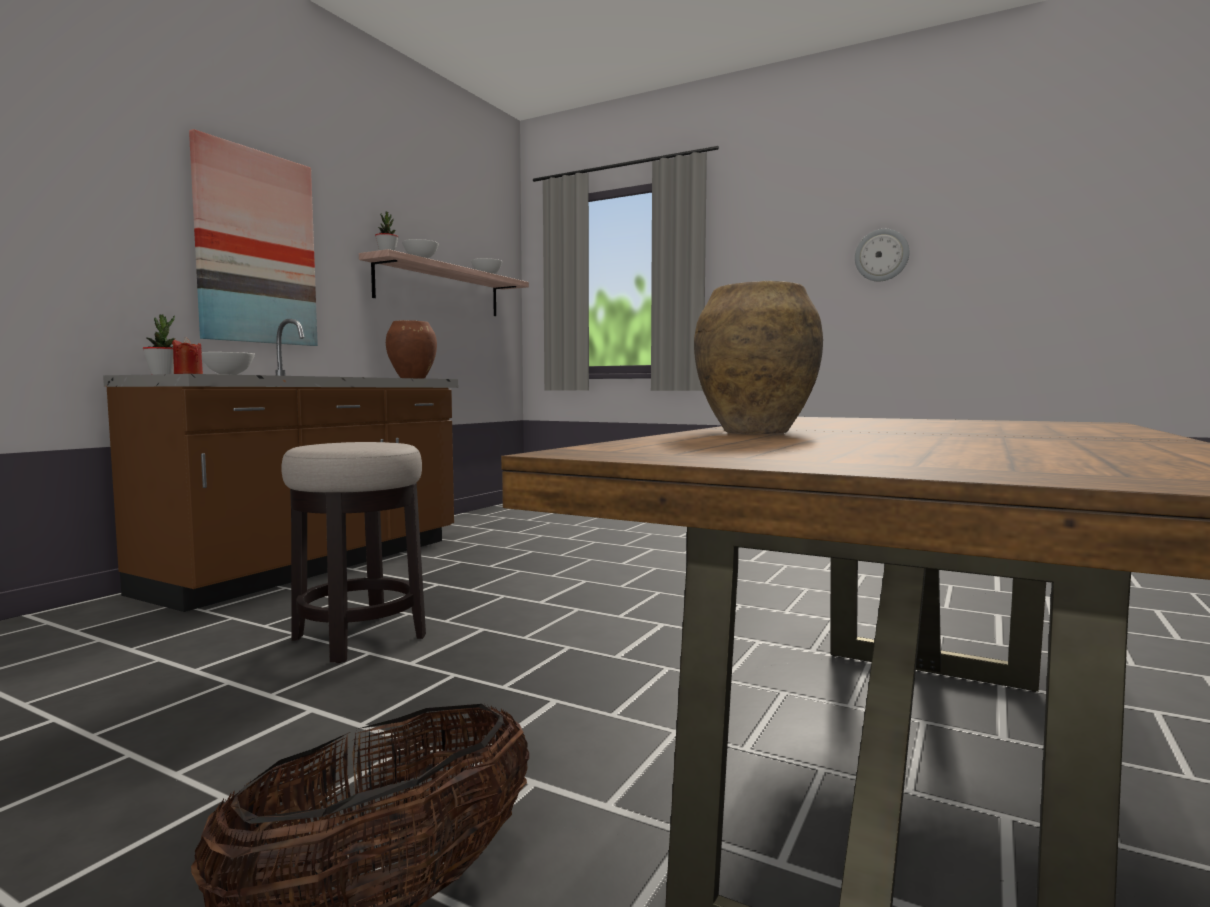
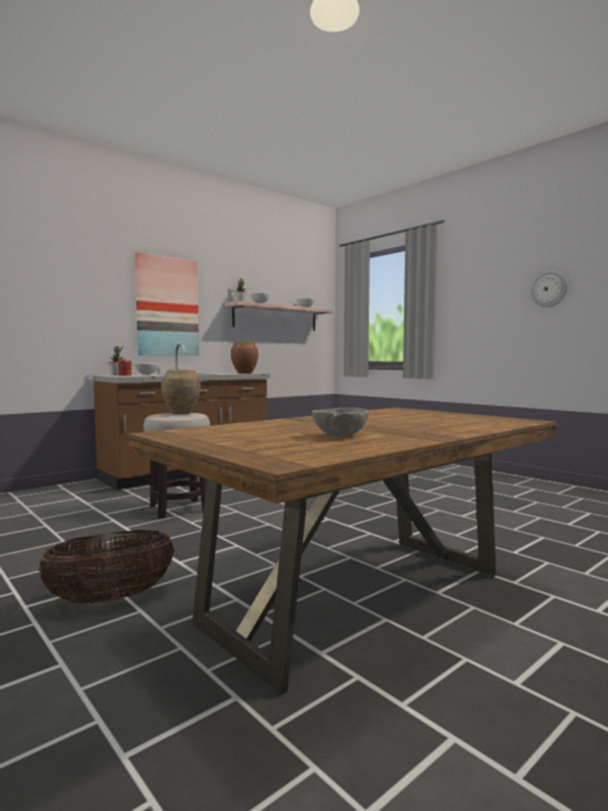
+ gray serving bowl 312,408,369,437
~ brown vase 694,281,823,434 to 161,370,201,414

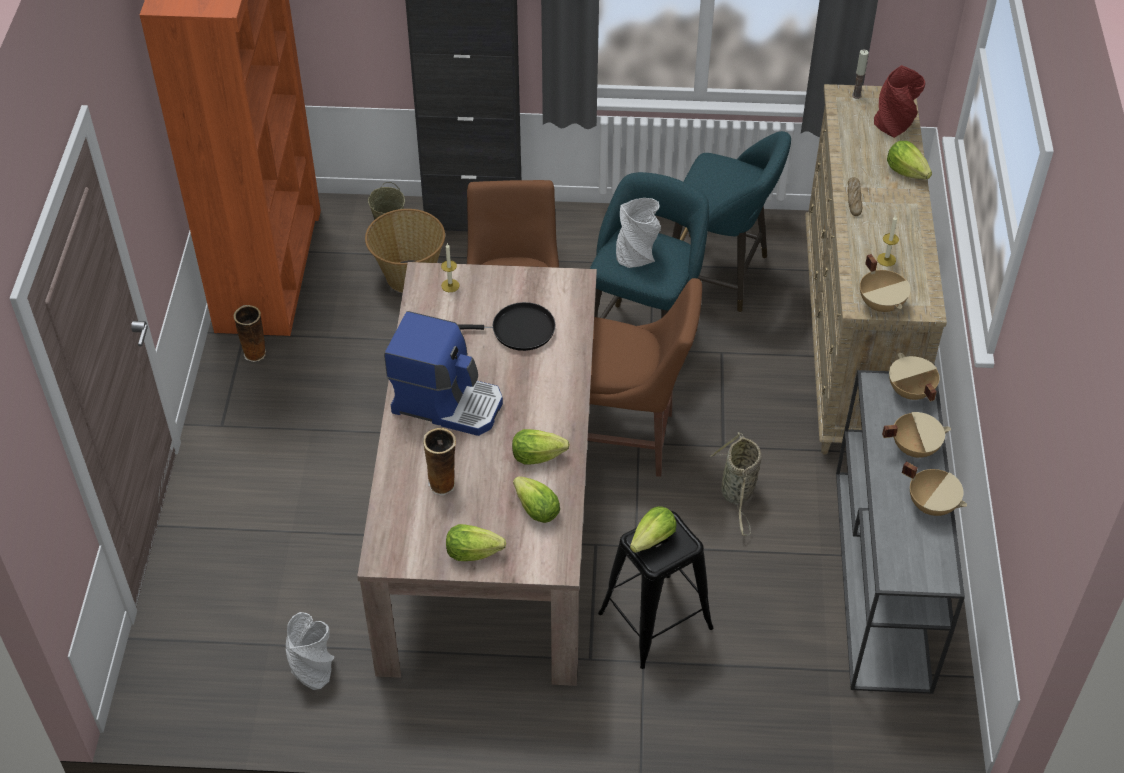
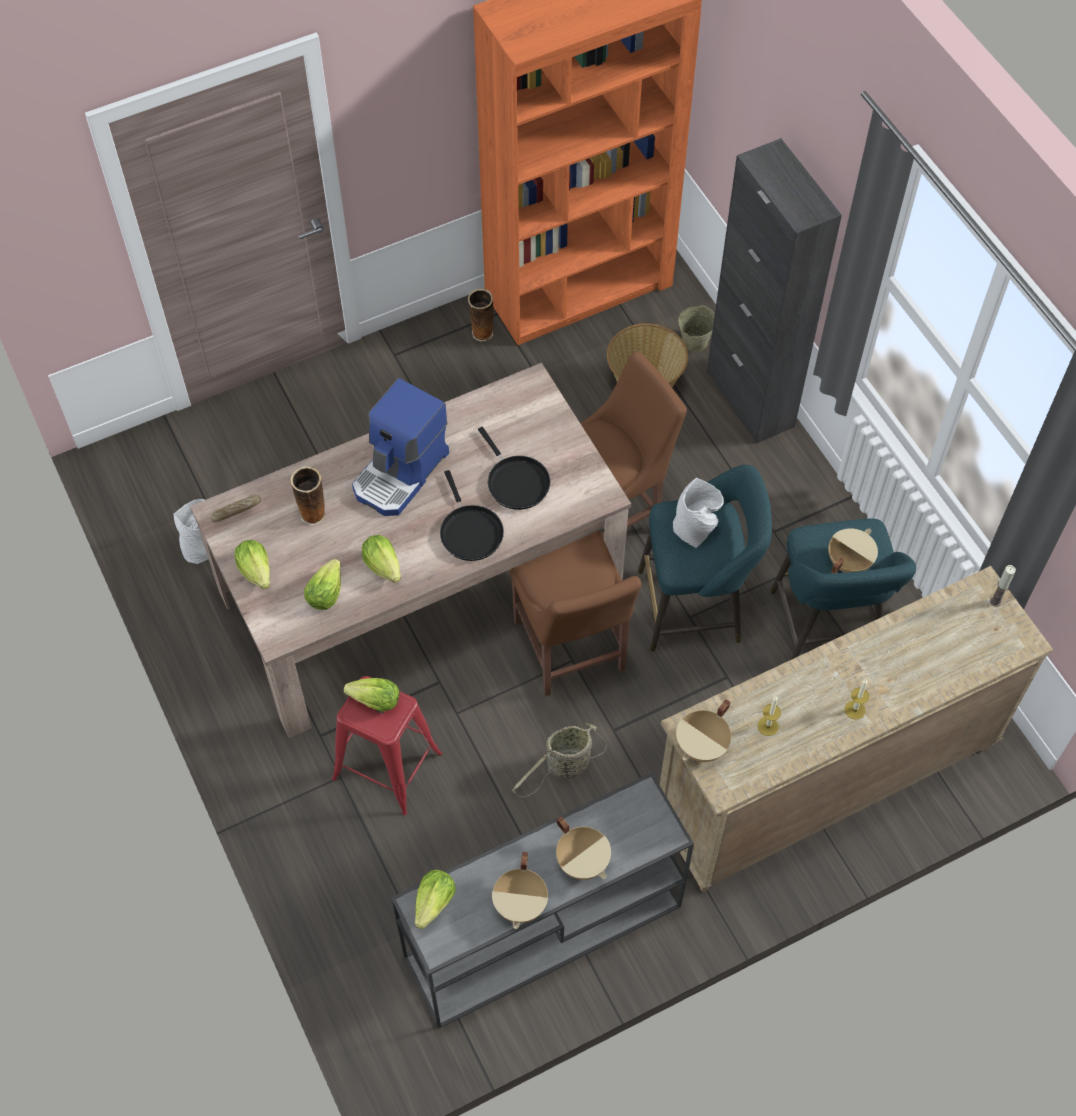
- red vase 874,65,925,138
+ black frying pan 440,470,504,561
~ wax light 441,244,459,292 to 844,679,869,719
~ bread 848,177,862,216 to 211,494,261,522
~ lettuce 887,141,932,179 to 415,870,456,929
~ sand-coloured cooking pot 889,353,940,402 to 828,528,878,573
~ black stool seat 598,511,713,669 to red stool seat 332,676,442,815
~ coffee brewer 384,311,503,436 = 352,378,449,516 45 degrees clockwise

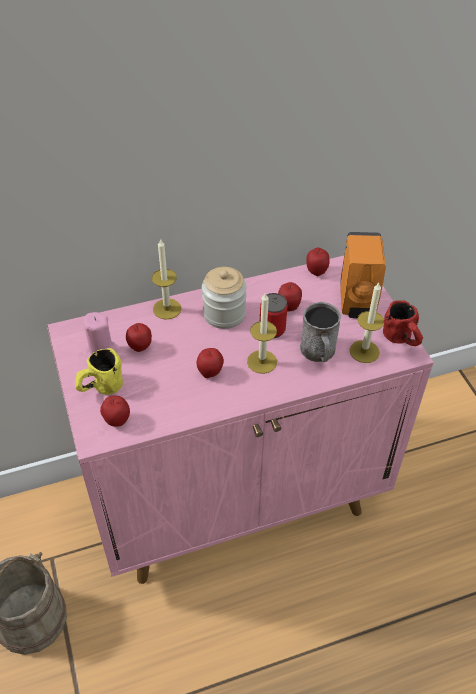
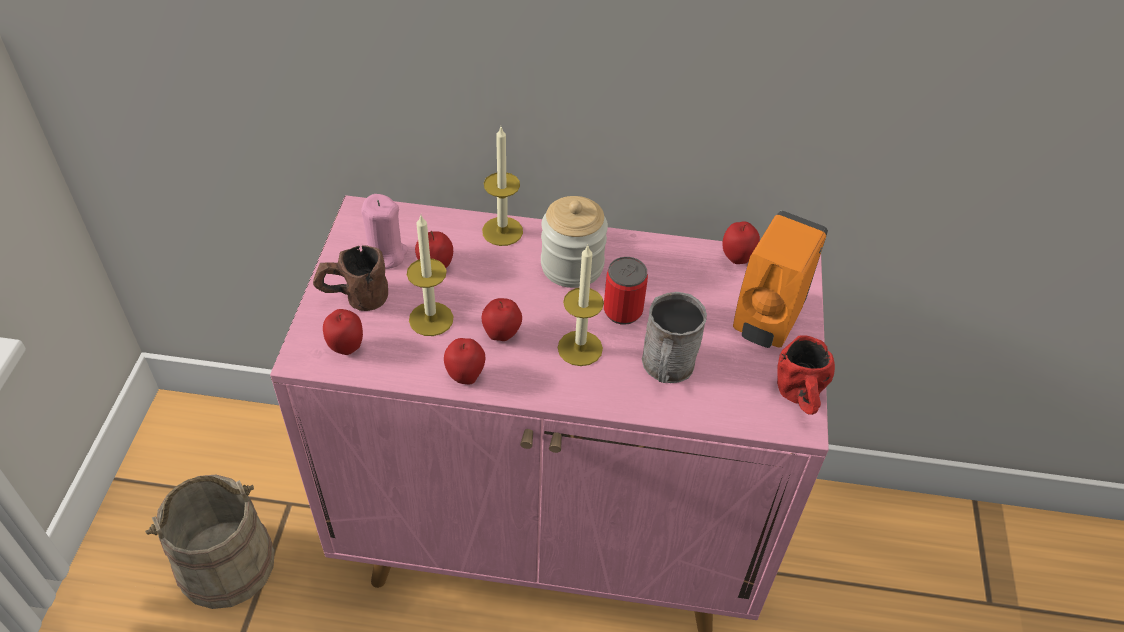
~ apple 278,282,302,312 to 444,338,485,384
~ wax light 350,282,384,363 to 407,215,453,336
~ yellowish mug 75,348,123,395 to brown mug 313,245,388,311

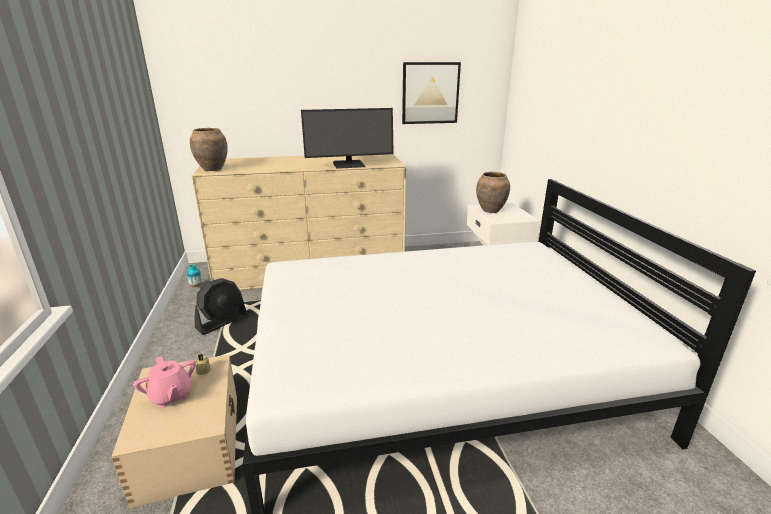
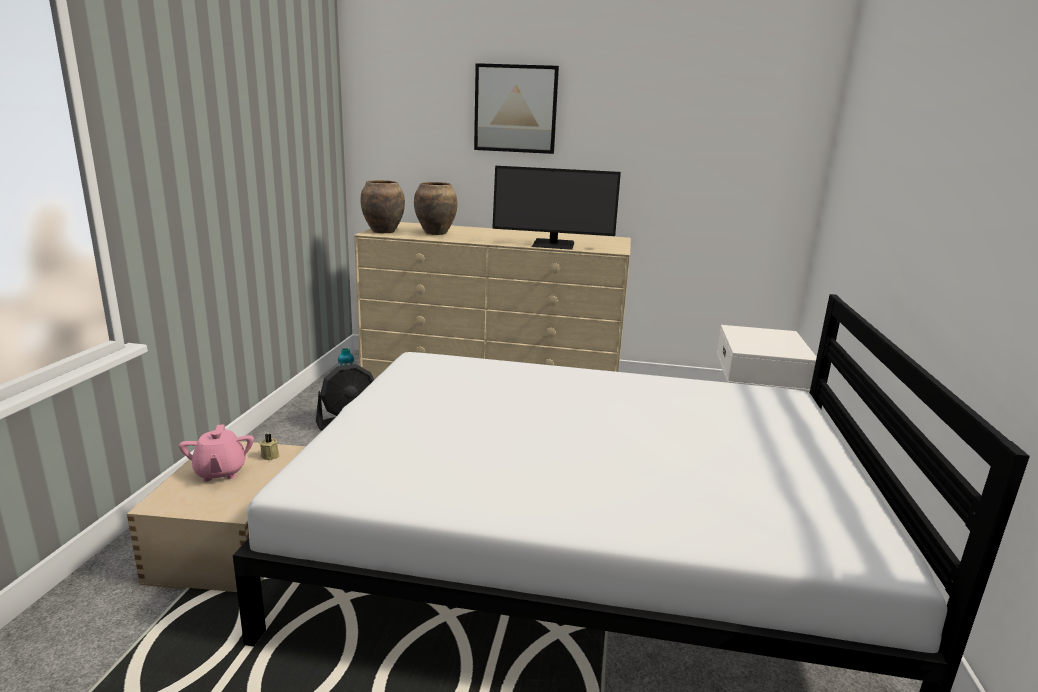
~ wall picture 402,62,461,124 to 474,63,559,154
~ brown vase 476,172,510,213 to 414,182,457,235

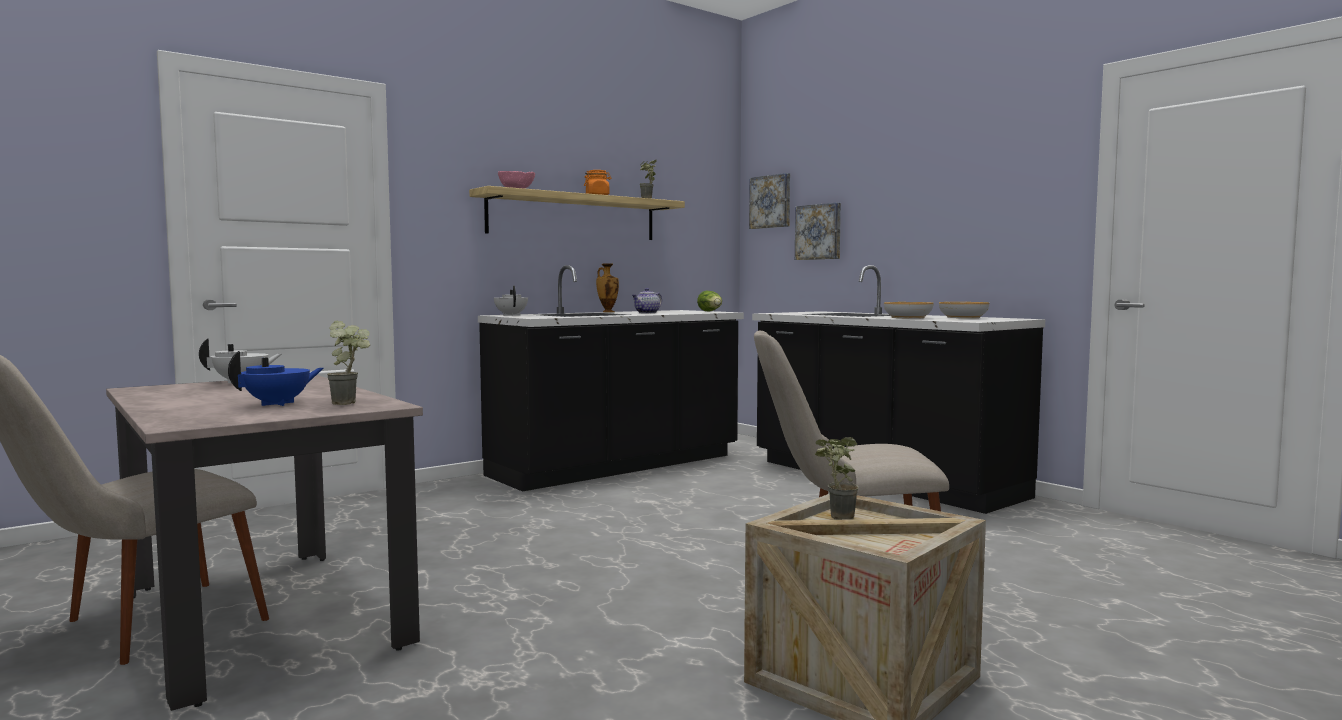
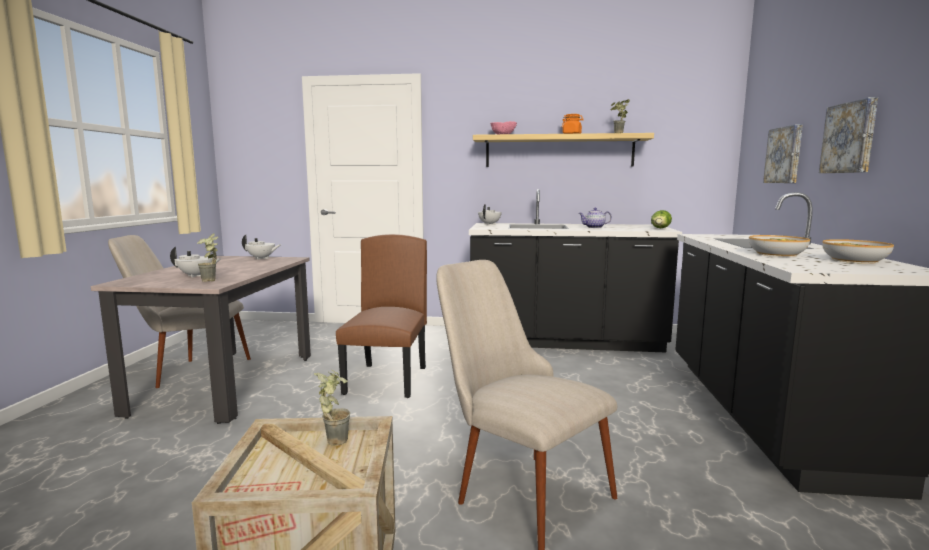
- vase 596,264,619,312
+ brown chair 336,234,427,398
~ wall picture 749,173,790,229 to 819,97,878,173
~ bluish pot for tea 228,351,323,406 to whitish pot for tea 170,247,222,278

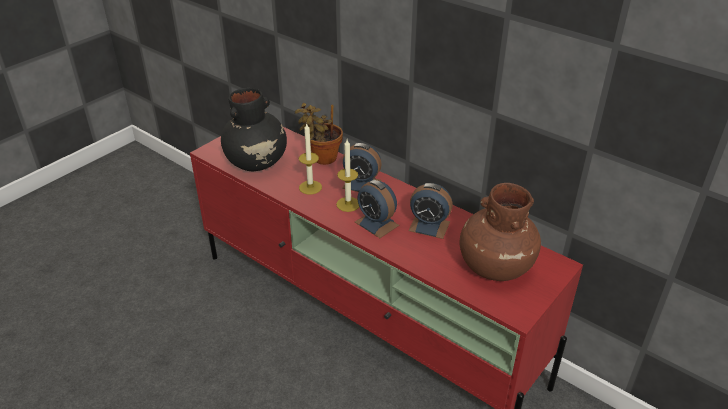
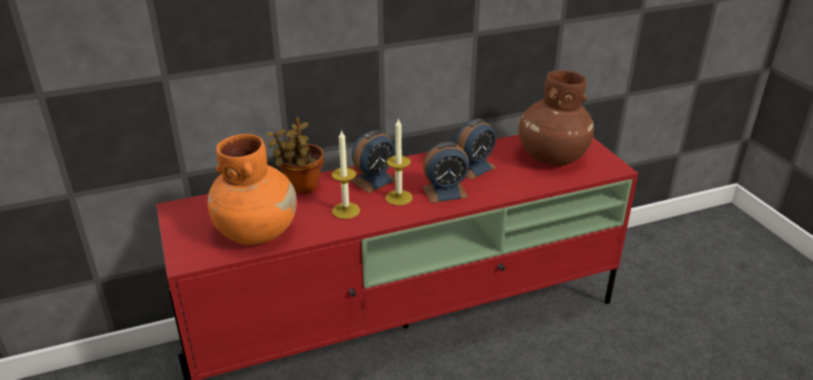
~ black vase 221,88,287,171 to orange vase 208,134,297,245

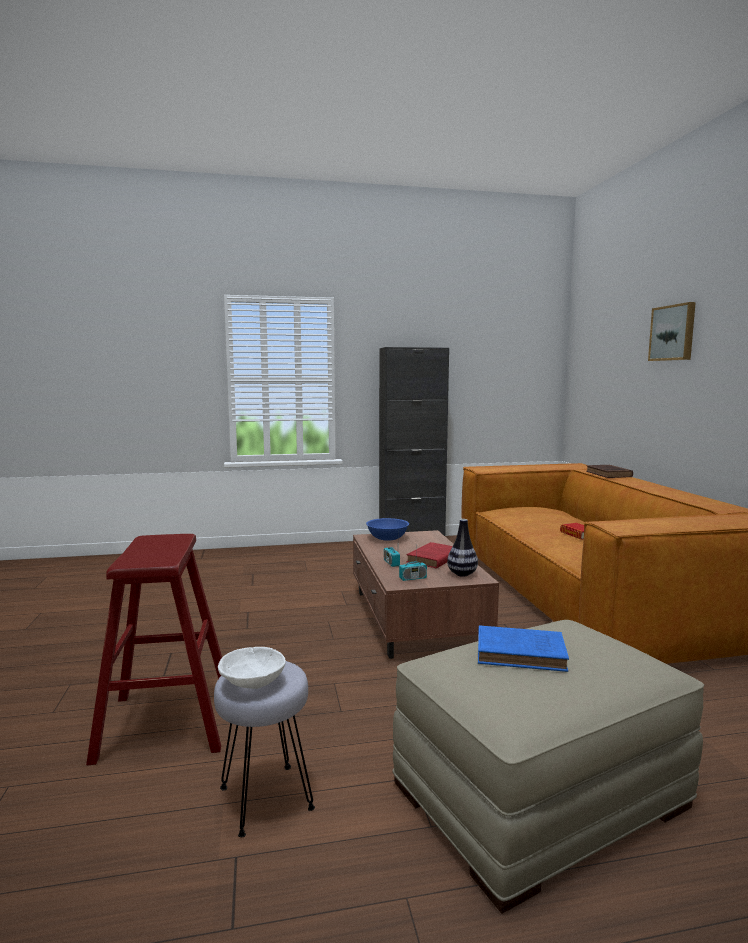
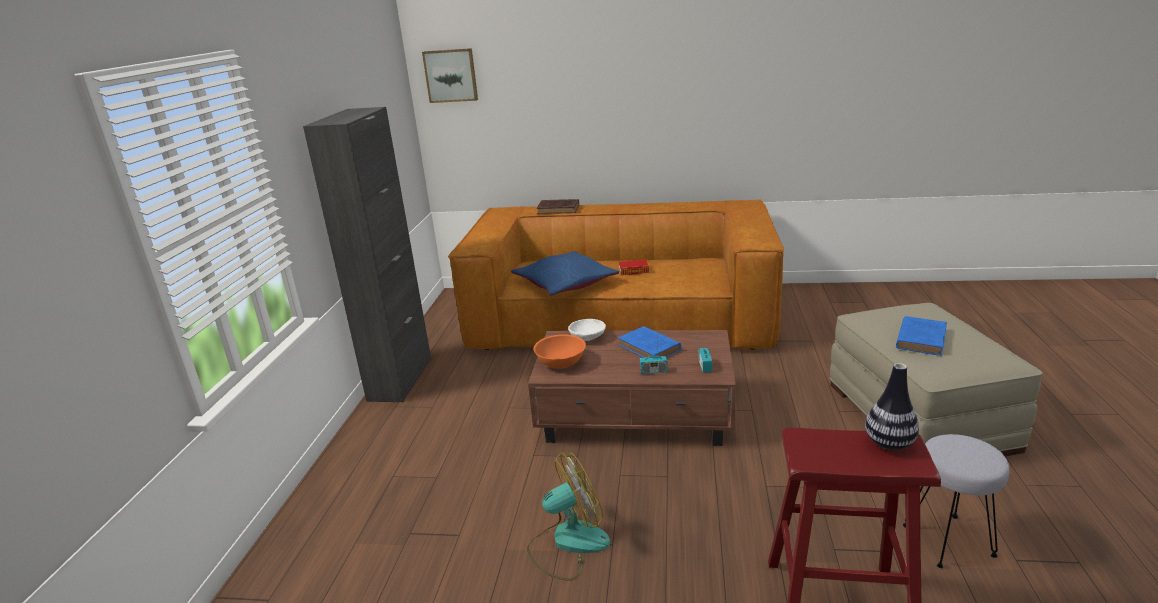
+ bluish throw pillow 511,251,619,296
+ fan 527,452,610,581
~ whitish serving bowl 218,647,286,689 to 568,319,606,341
~ vase 447,519,478,577 to 865,363,919,450
~ wall picture 648,302,696,361 to 422,48,478,103
~ bluish serving bowl 366,518,409,541 to orange serving bowl 534,334,586,369
~ red bound book 406,542,453,568 to bluish bound book 618,326,681,358

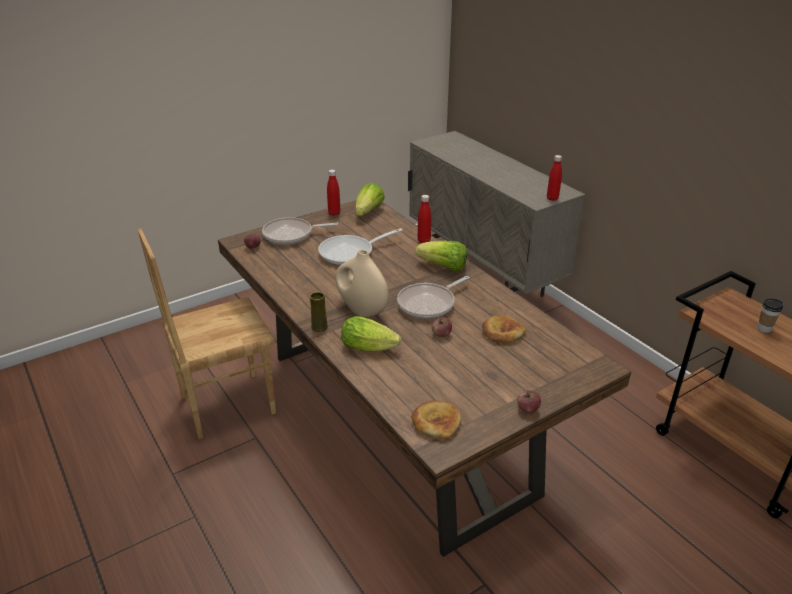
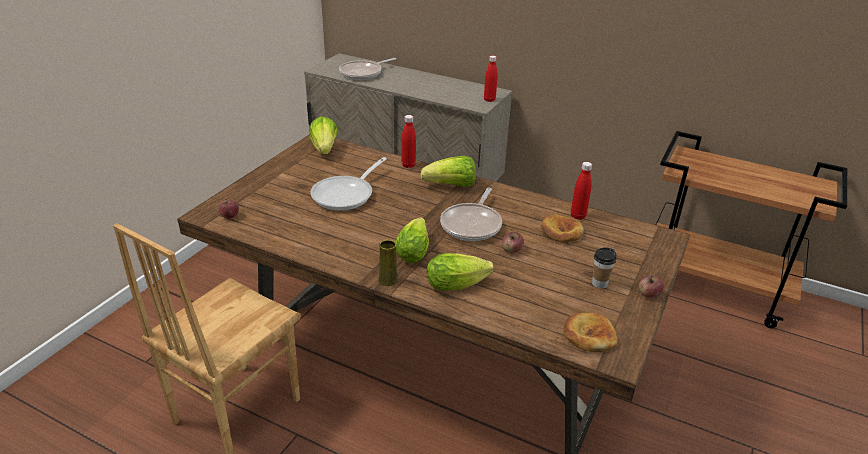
~ frying pan 262,217,339,245 to 339,58,396,80
~ red bottle 327,169,340,216 to 571,162,592,220
~ drinking cup 757,298,783,333 to 592,247,617,289
~ sand-coloured vase 335,250,389,317 to lettuce 395,217,429,263

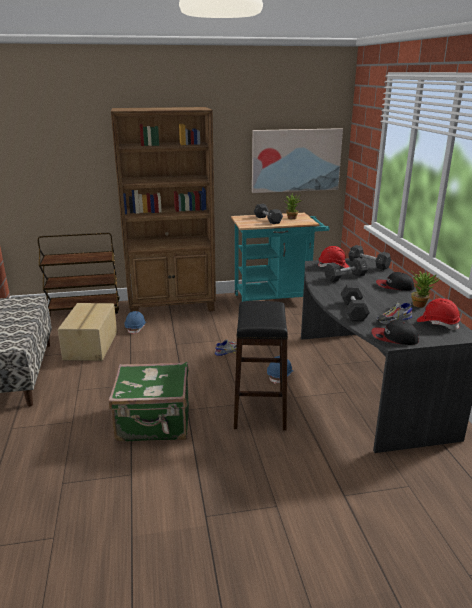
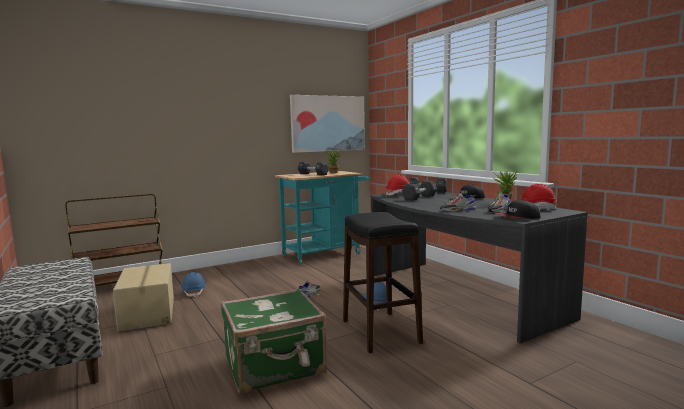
- brown bookcase 111,107,216,312
~ black free weight 341,285,370,322 to shoe 440,193,476,212

